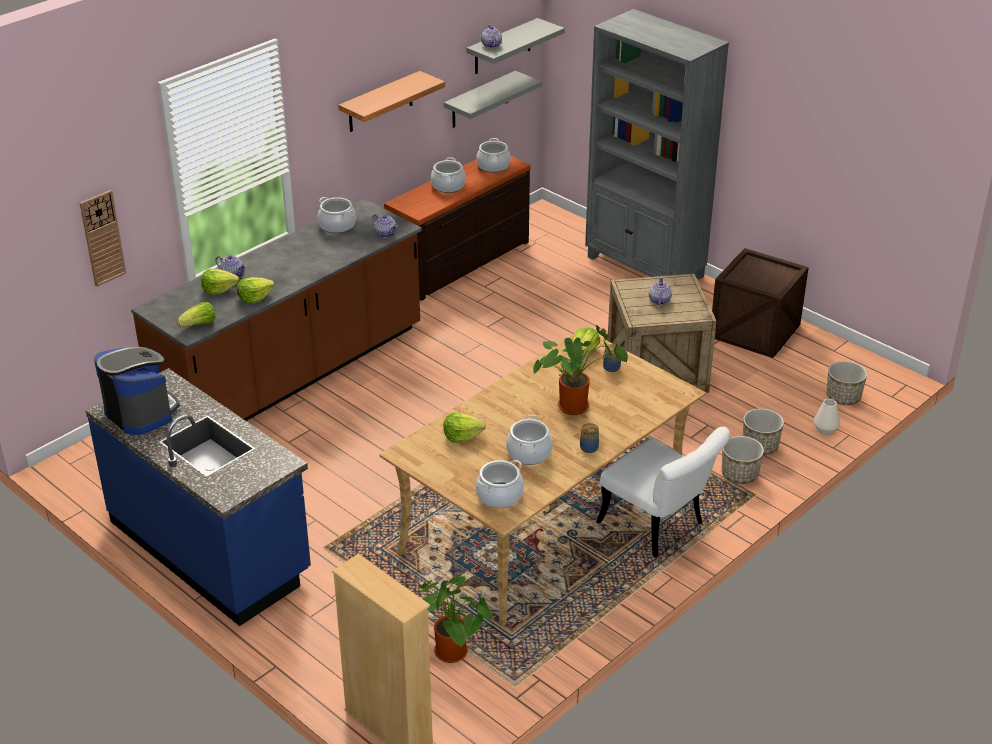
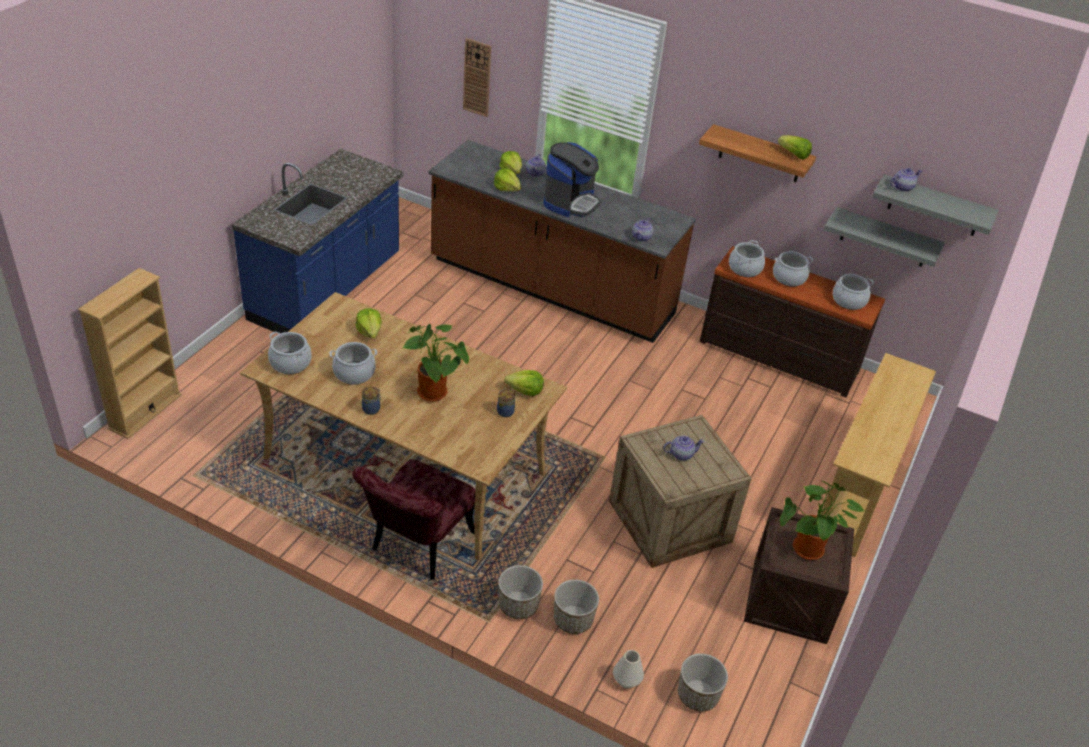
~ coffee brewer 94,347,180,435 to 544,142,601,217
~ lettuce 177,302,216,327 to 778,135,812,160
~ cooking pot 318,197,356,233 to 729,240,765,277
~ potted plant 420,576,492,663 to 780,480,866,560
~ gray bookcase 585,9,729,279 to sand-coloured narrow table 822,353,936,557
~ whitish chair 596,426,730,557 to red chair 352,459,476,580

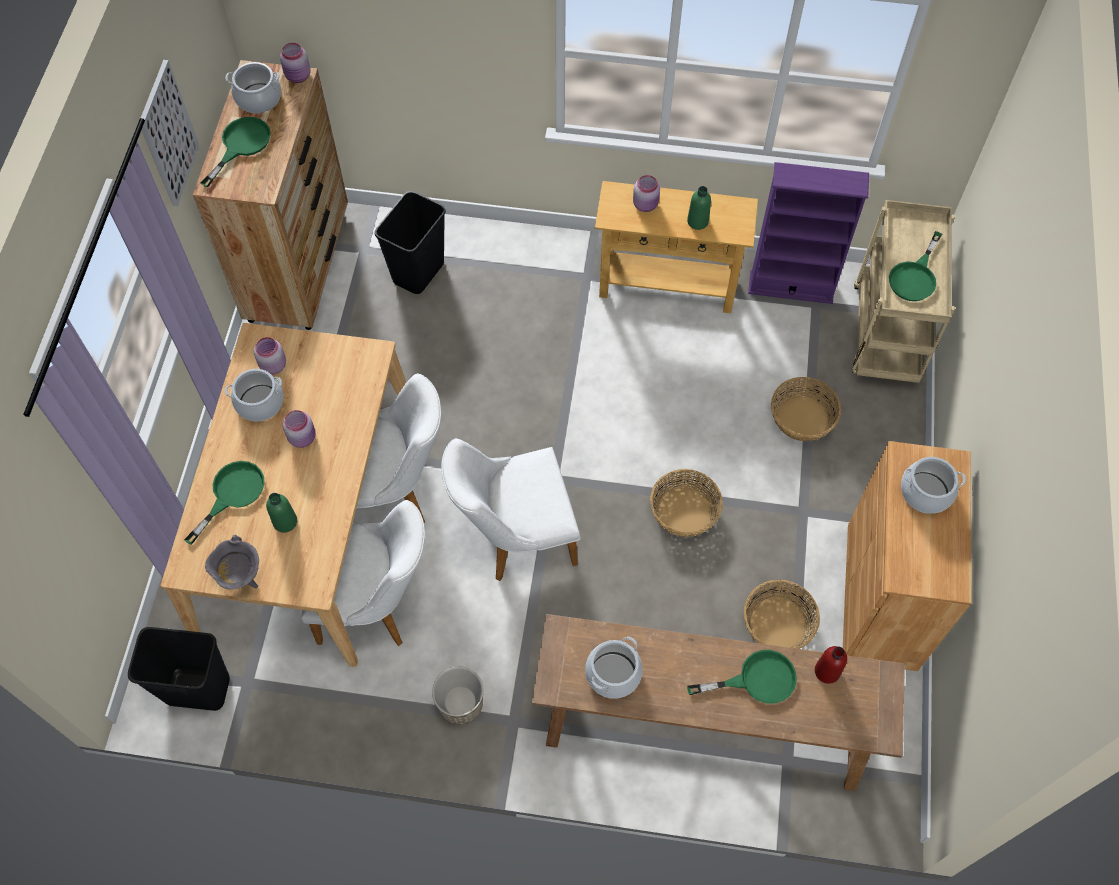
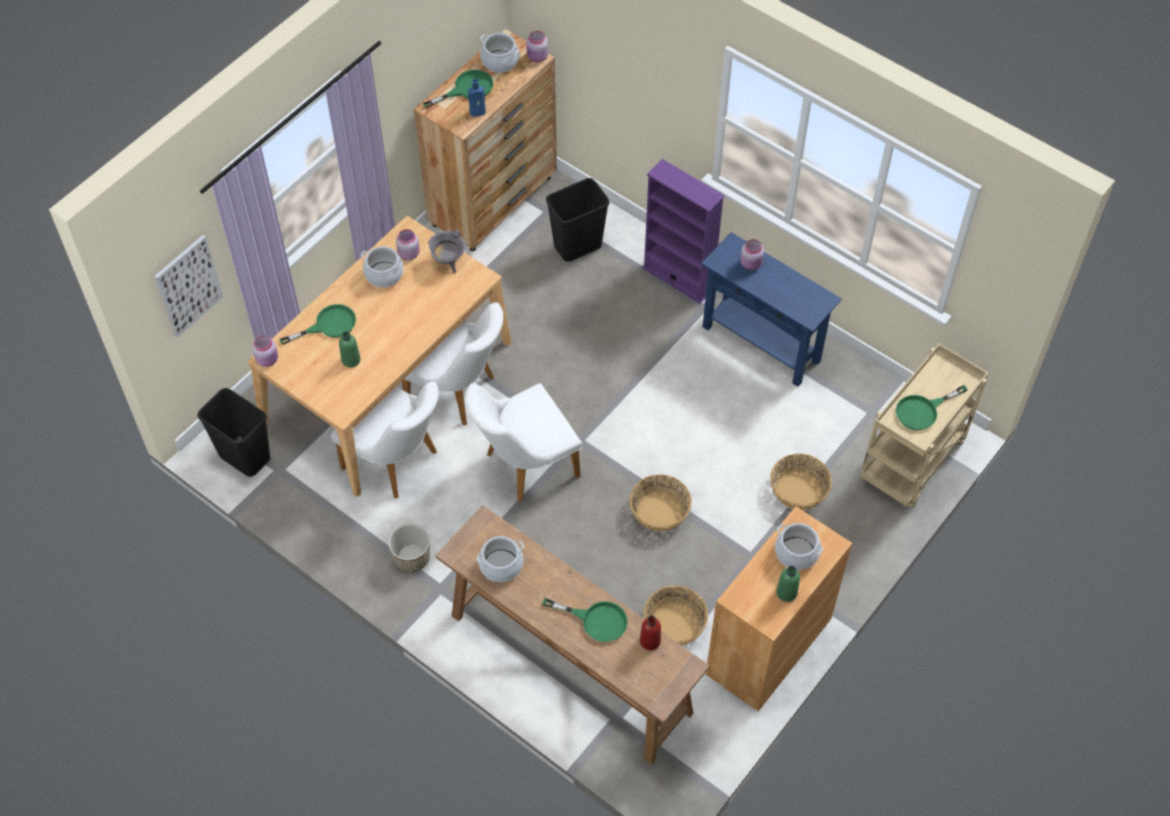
+ bluish bottle 468,79,486,117
~ wall picture 141,60,200,206 to 154,235,224,338
~ gray cooking pot 205,535,259,589 to 428,229,466,273
~ pink-coloured storage jar 283,410,316,448 to 252,335,278,367
~ green-coloured bottle 687,186,711,230 to 776,566,800,602
~ purple bookcase 748,162,869,304 to 642,159,725,304
~ sand-coloured narrow table 595,181,758,313 to bluish narrow table 701,232,842,387
~ whitish chair 441,438,580,581 = 465,383,582,503 45 degrees counterclockwise

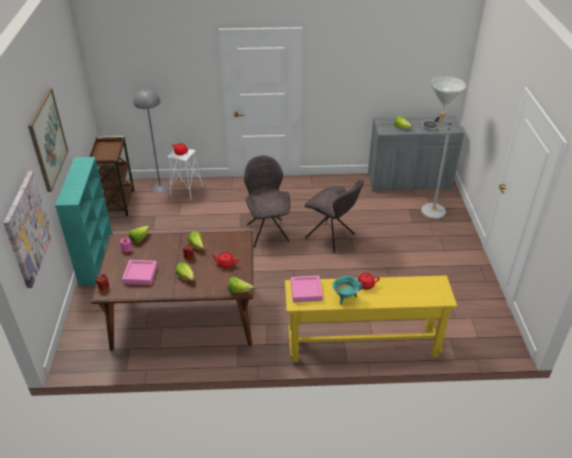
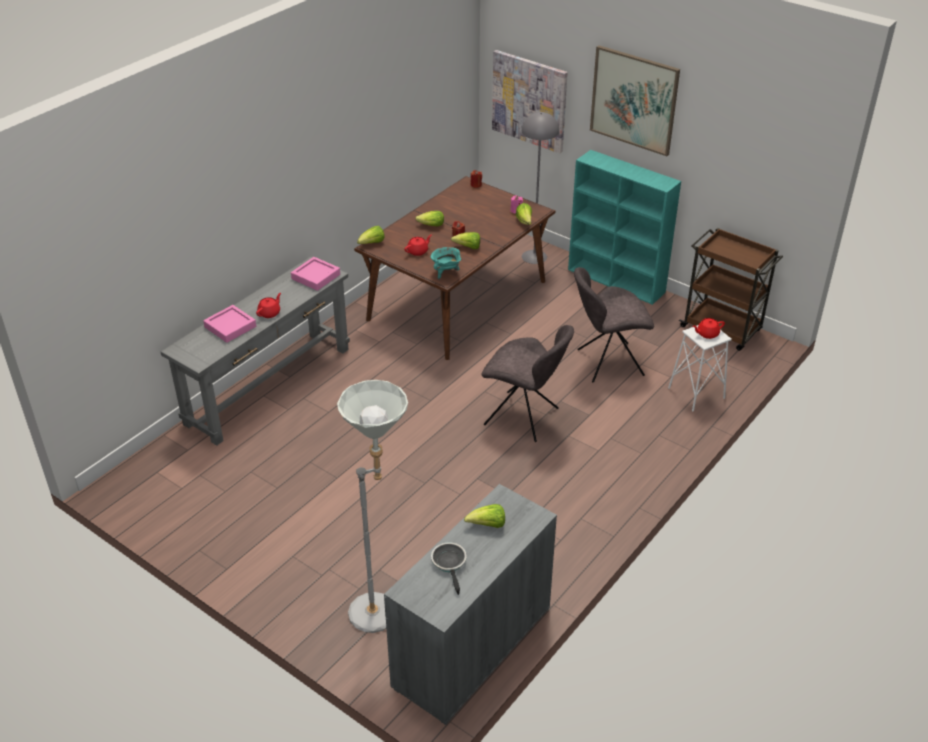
~ pink-coloured serving tray 122,260,158,285 to 203,305,256,343
~ gray standing lamp 133,89,169,194 to 522,112,559,264
~ gray chair 305,180,364,253 to 574,267,654,383
~ turquoise-coloured cooking pot 332,276,362,305 to 431,247,461,280
~ yellowish narrow table 285,275,457,362 to gray narrow table 161,256,350,445

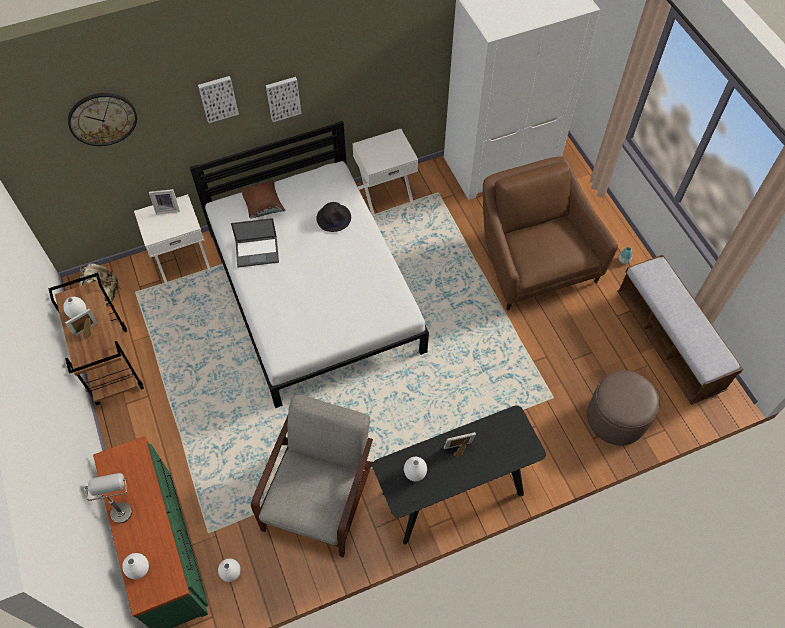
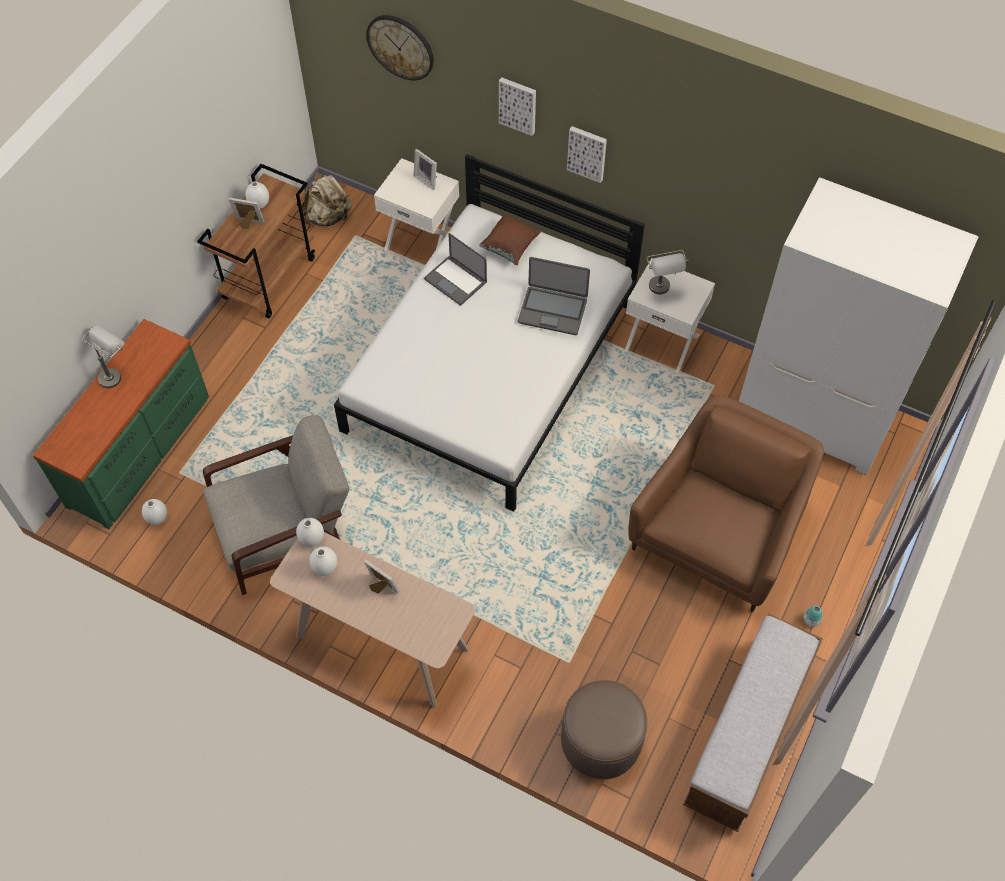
+ gray lamp for a table 646,250,688,294
~ whitish vase 122,553,149,579 to 296,518,324,547
~ black clothing hat 317,202,351,232 to notebook computer 518,257,590,335
~ black narrow table 372,405,546,545 to sand-coloured narrow table 270,532,475,708

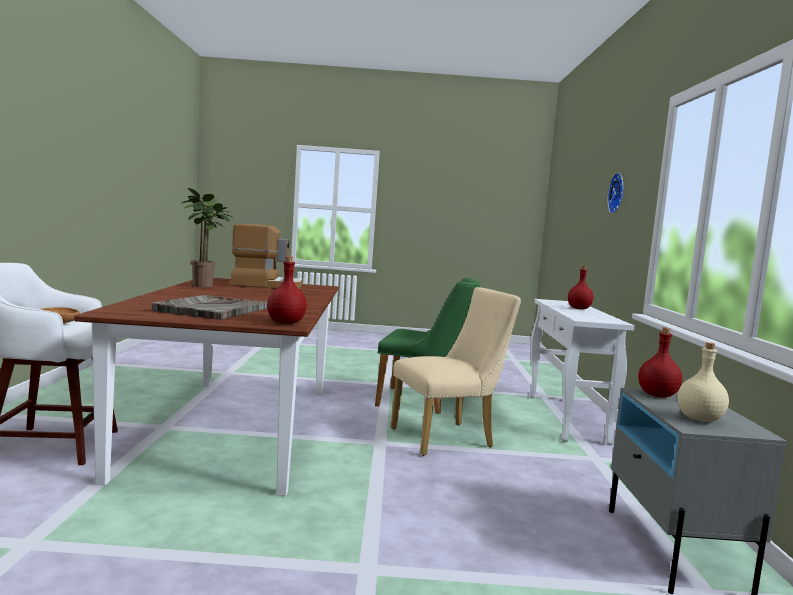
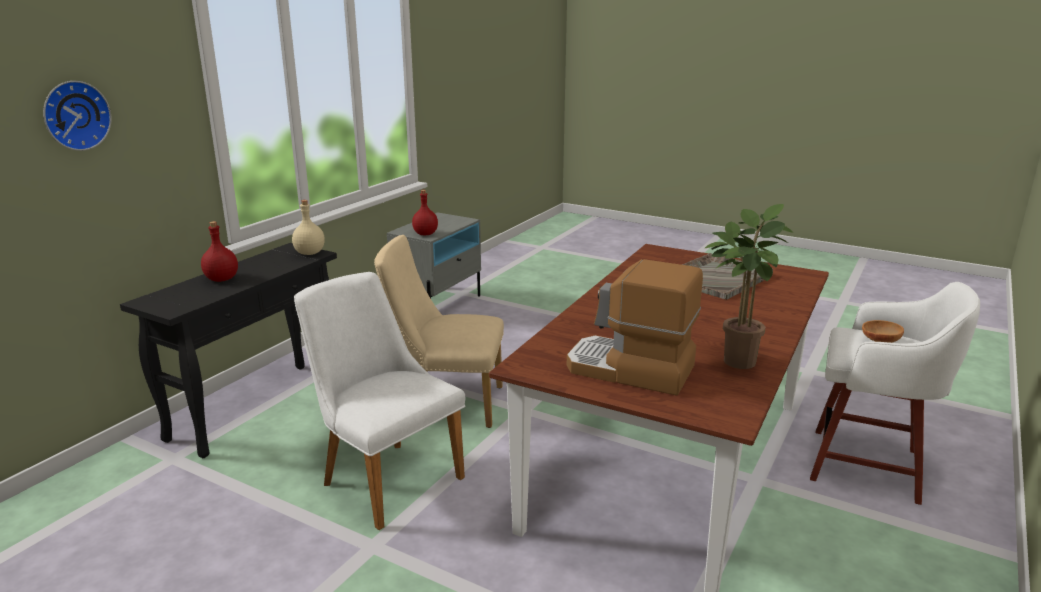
- red bottle 267,256,307,324
~ sand-coloured bottle 677,342,729,422 to 292,200,325,255
~ green-coloured chair 375,277,480,414 to whitish chair 294,272,465,530
~ whitish narrow table 529,299,635,445 to black narrow table 120,243,337,458

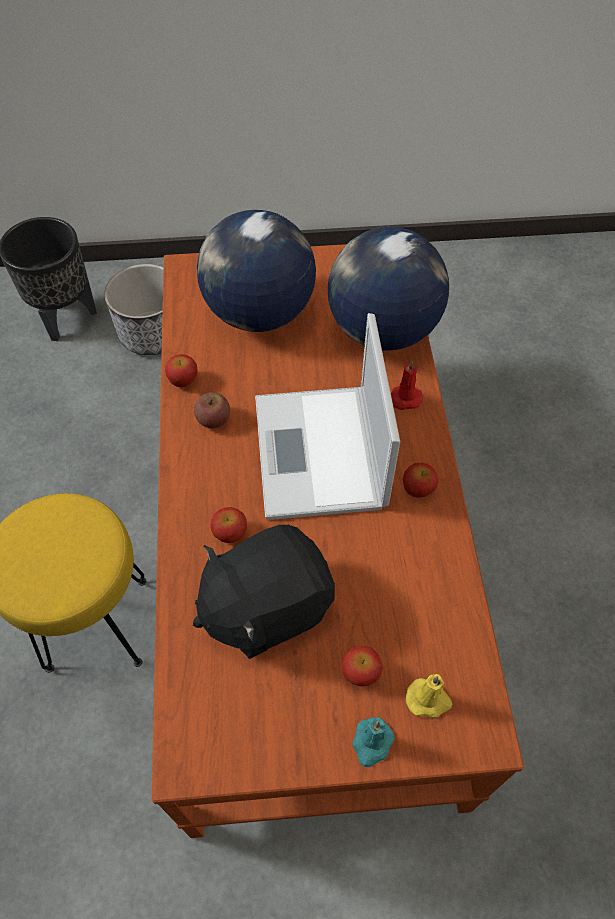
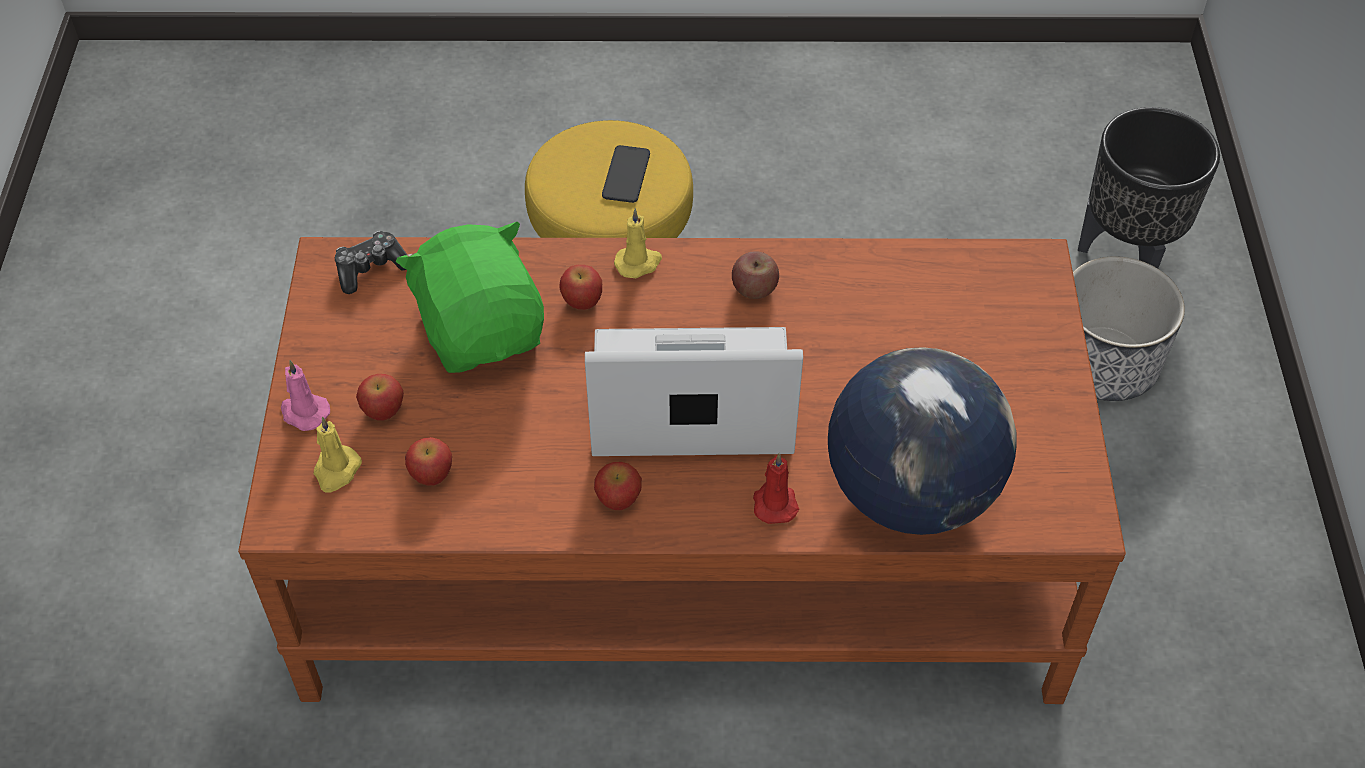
- globe 197,210,316,332
+ joypad 335,231,407,294
+ phone 602,145,650,203
+ yellowish wax light 614,208,662,278
~ apple 165,354,198,387 to 405,437,452,486
~ black plush toy 193,525,335,659 to green-coloured plush toy 395,222,544,373
~ turquoise-coloured wax light 353,717,395,767 to pink-coloured wax light 281,360,330,431

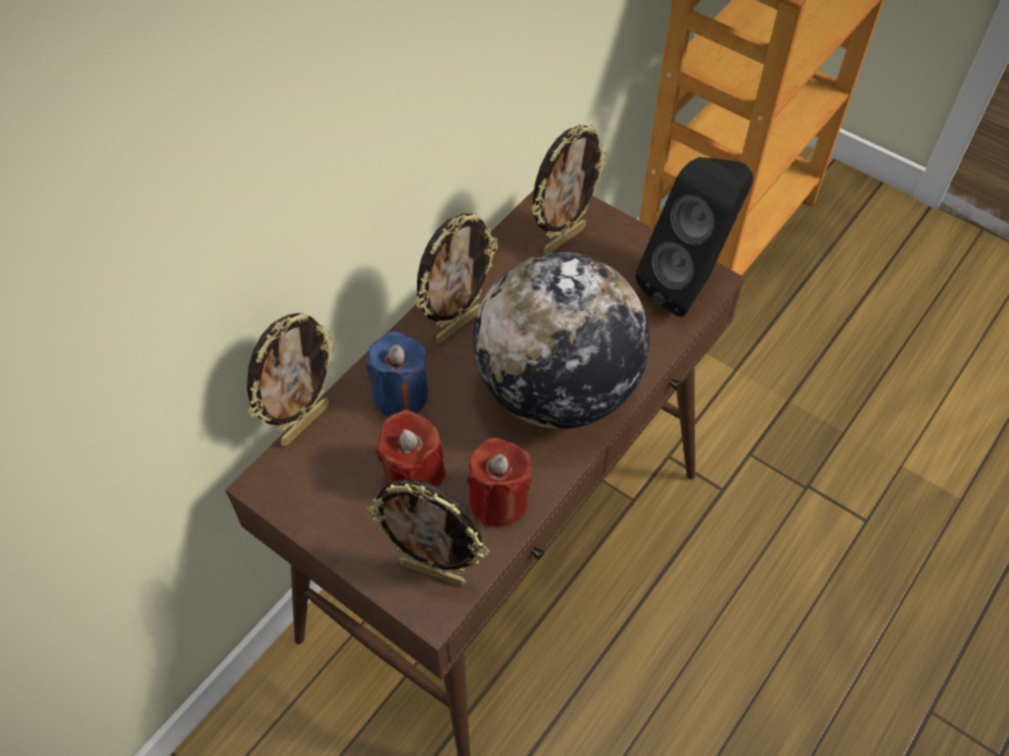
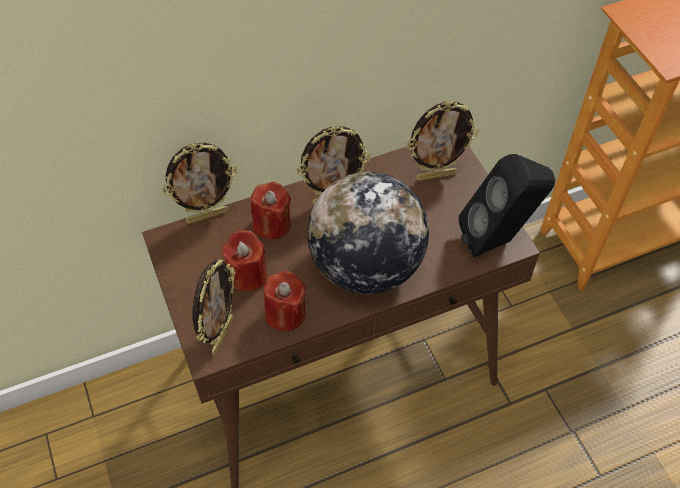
~ bluish wax light 366,332,428,416 to red wax light 251,182,291,240
~ photo frame 366,479,489,587 = 193,259,236,356 120 degrees counterclockwise

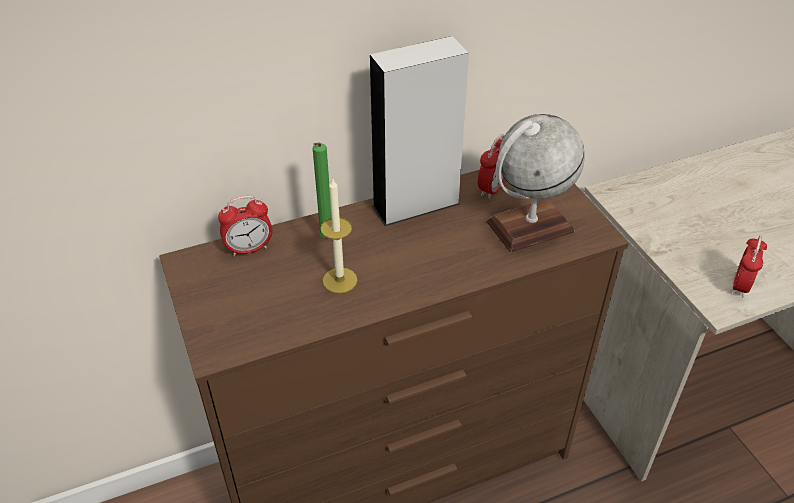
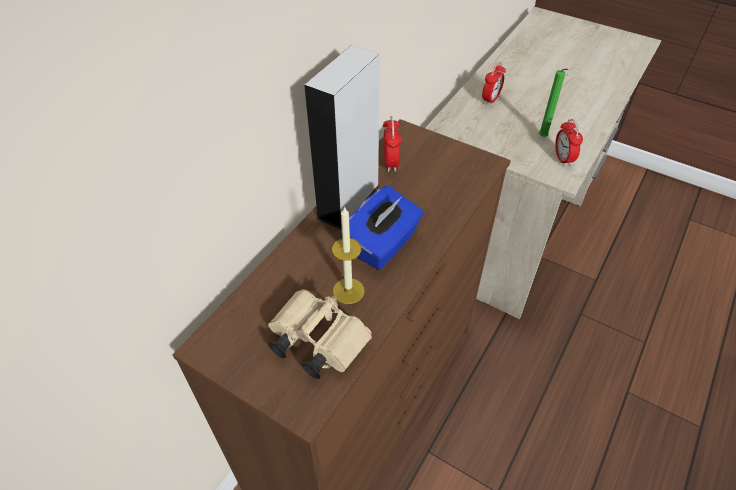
- globe 487,114,585,252
+ sand-coloured pair of binoculars 268,289,372,379
+ bluish tissue box 340,185,424,270
~ alarm clock 218,196,273,256 to 482,62,506,106
~ green-coloured wax light 313,143,332,238 to 539,69,569,137

